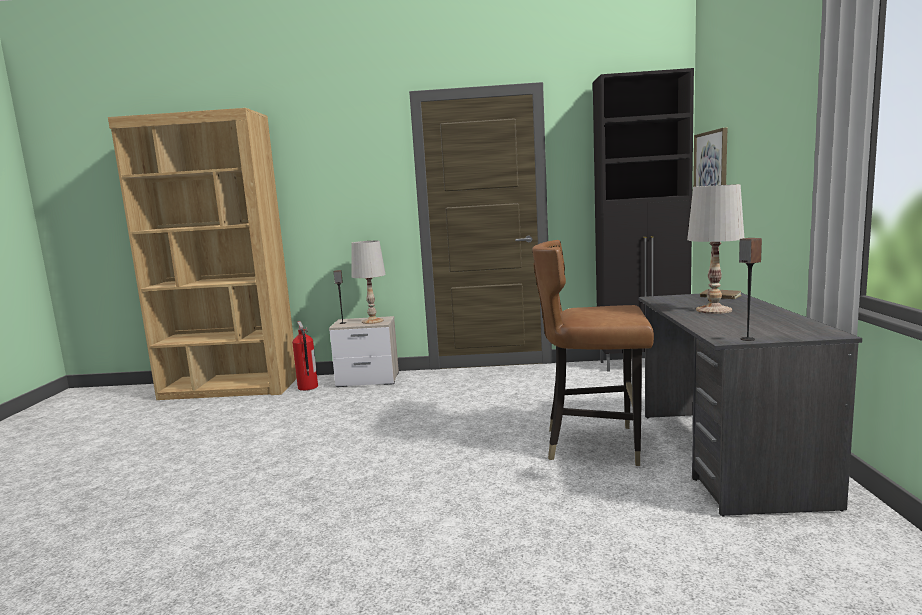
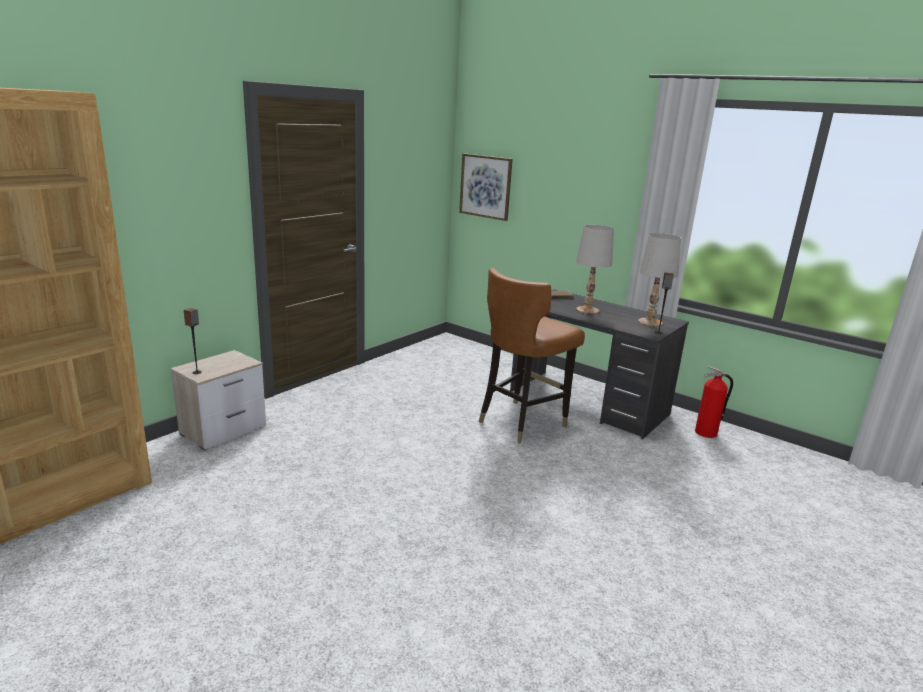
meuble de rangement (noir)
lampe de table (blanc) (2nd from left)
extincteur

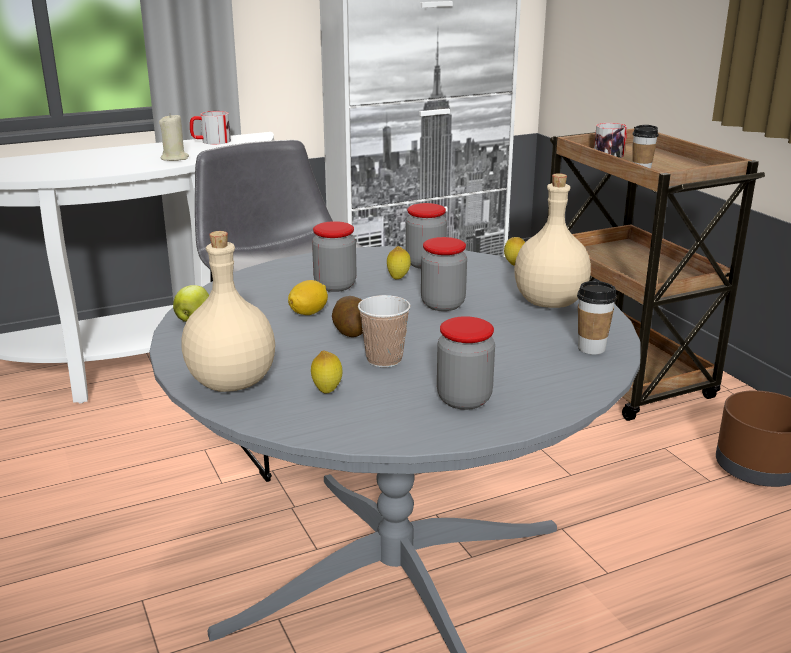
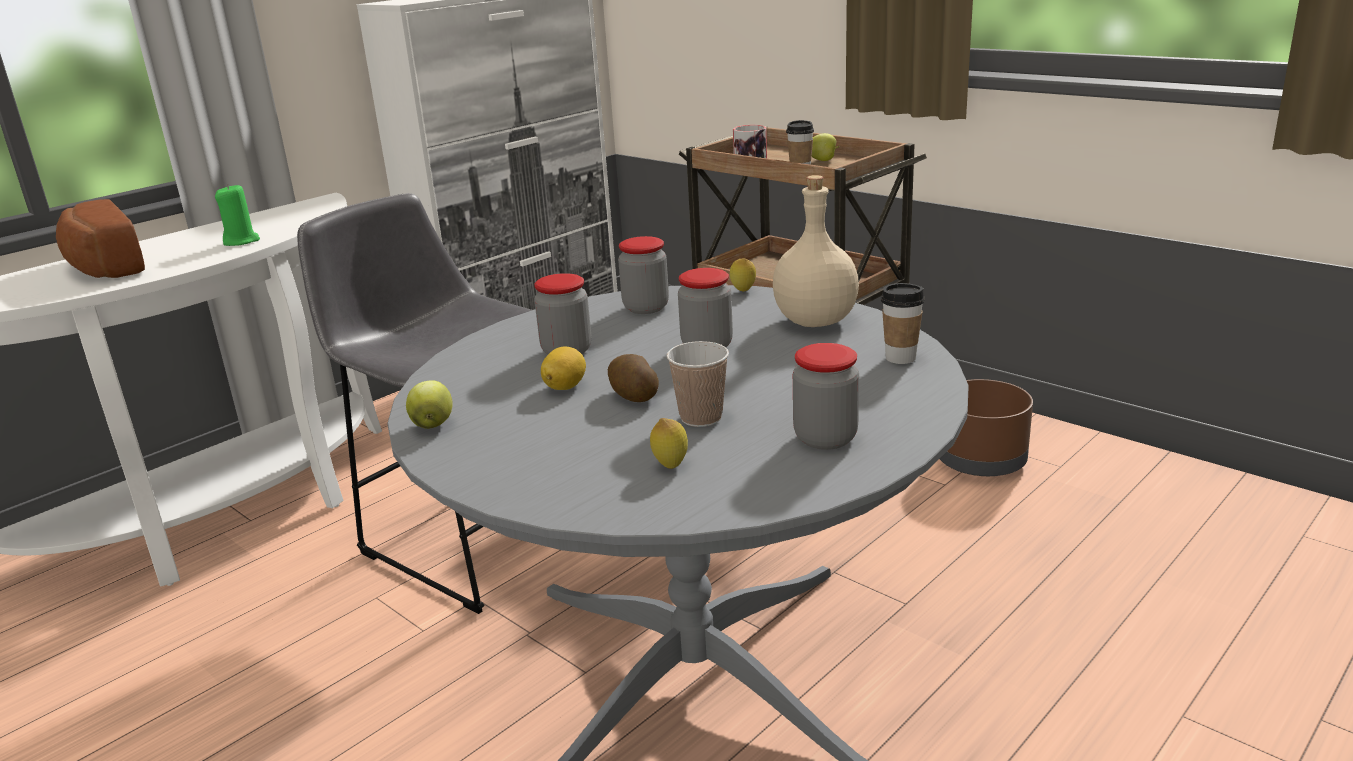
mug (1st from left in the first image)
bougie (vert)
bouteille (beige) (1st from left in the first image)
citron (3rd from left in the first image)
pomme (2nd from left)
pain

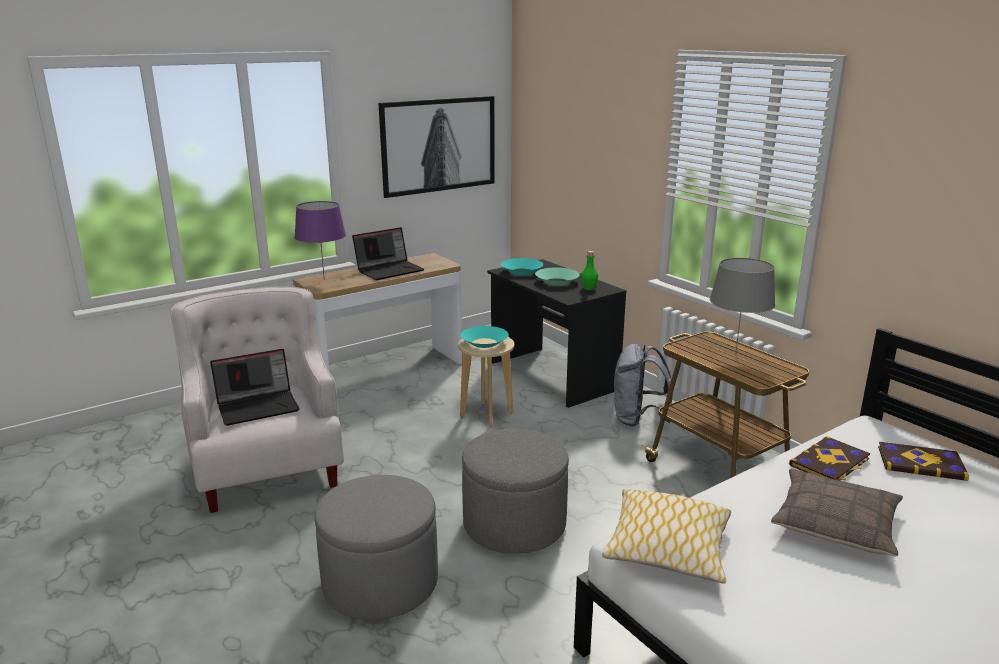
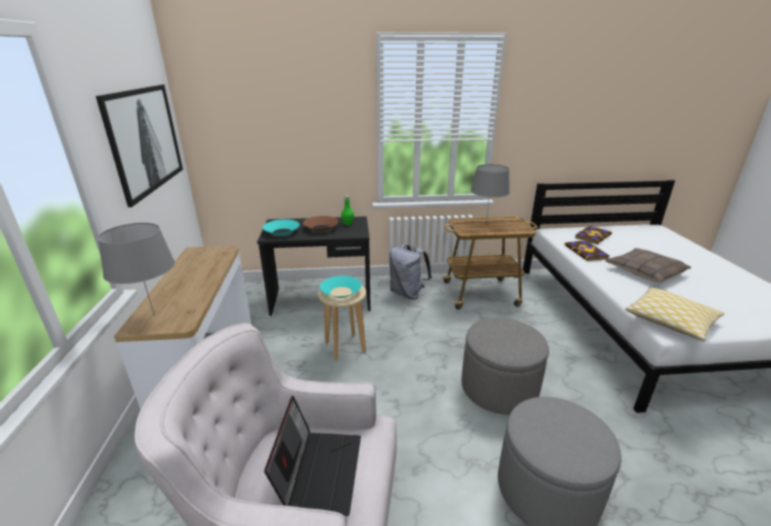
lampe de table (gris) (1st from left)
ordinateur portable (2nd from left in the first image)
bol (marron)

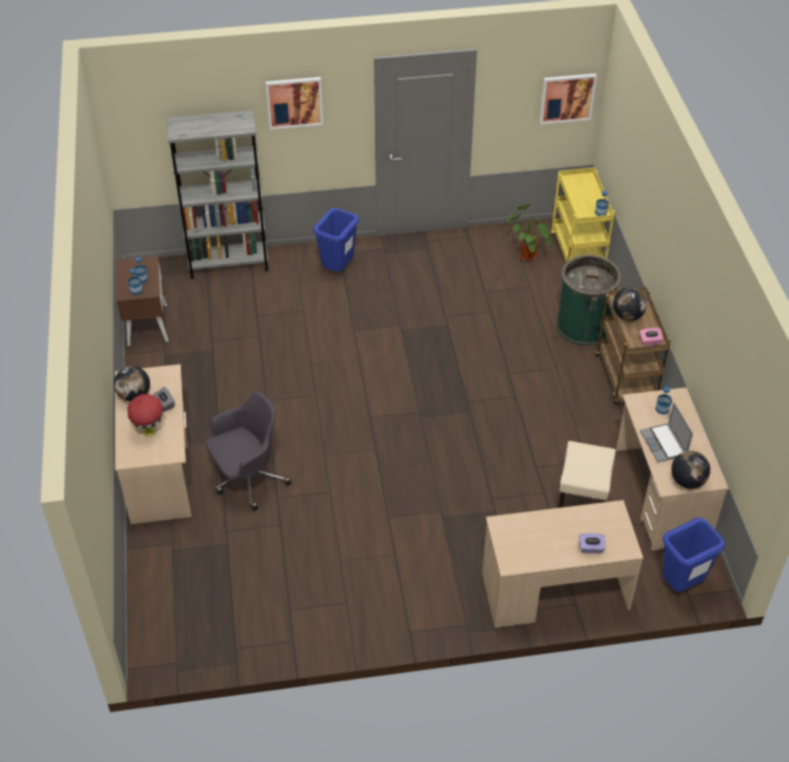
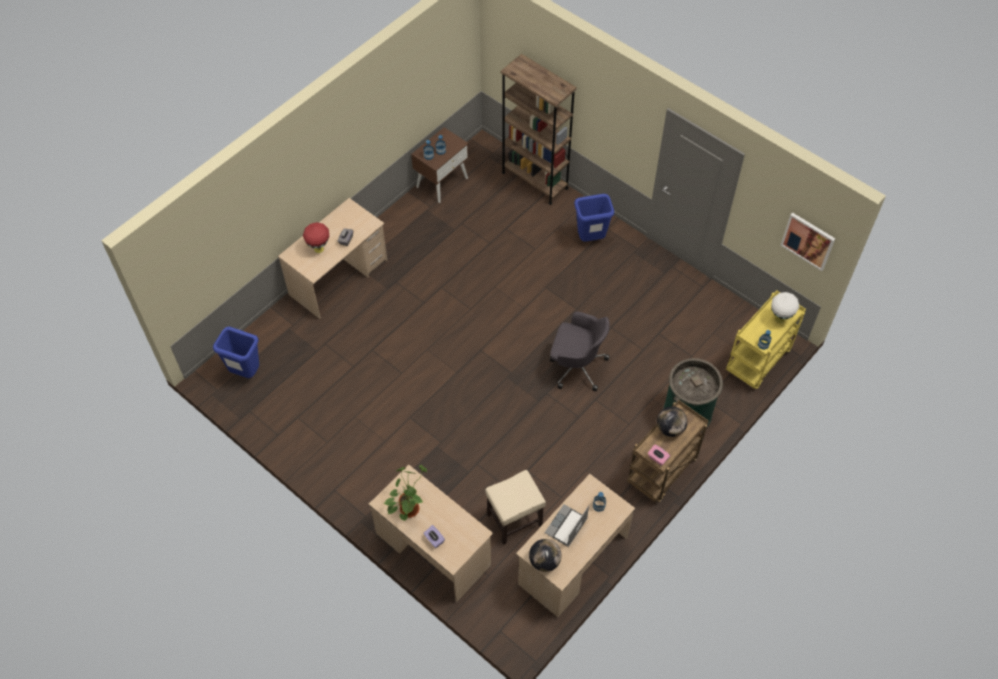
tableau (1st from left in the first image)
bibliothèque (marron)
plante en pot
globe (1st from left in the first image)
chaise de bureau (gris)
poubelle (bleu) (1st from left)
lampe de table (blanc)

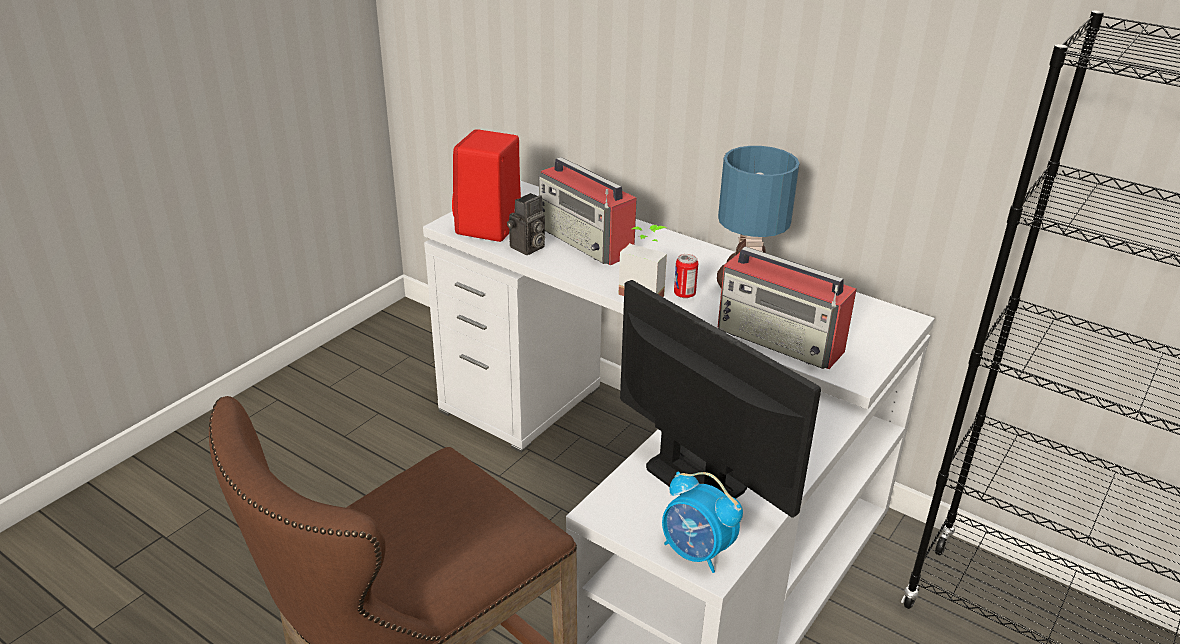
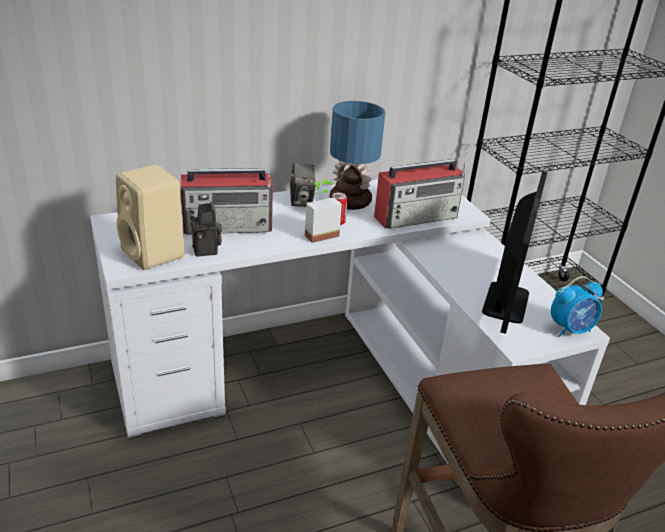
enceinte (beige)
écran d'ordinateur
appareil photo (2nd from left)

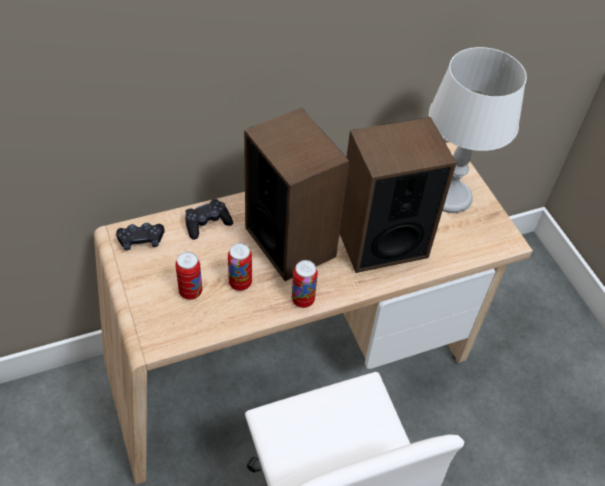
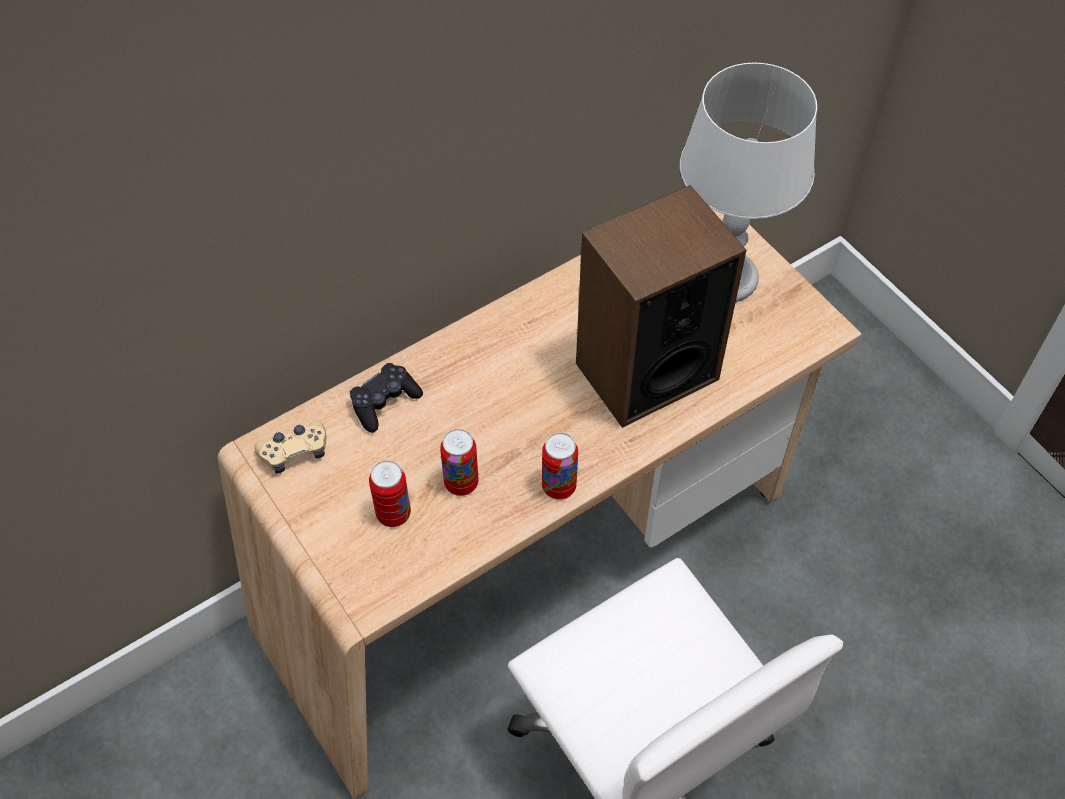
enceinte (1st from left in the first image)
manette (beige)

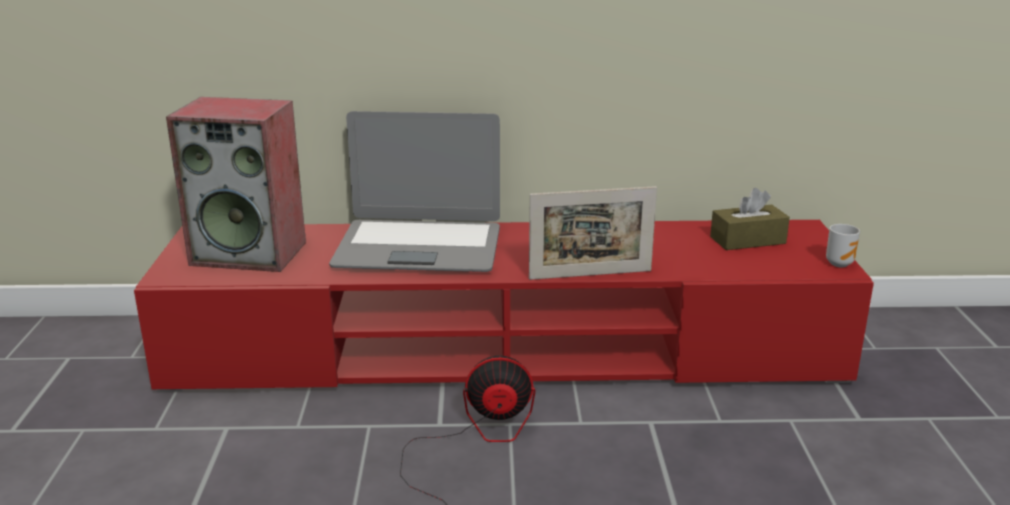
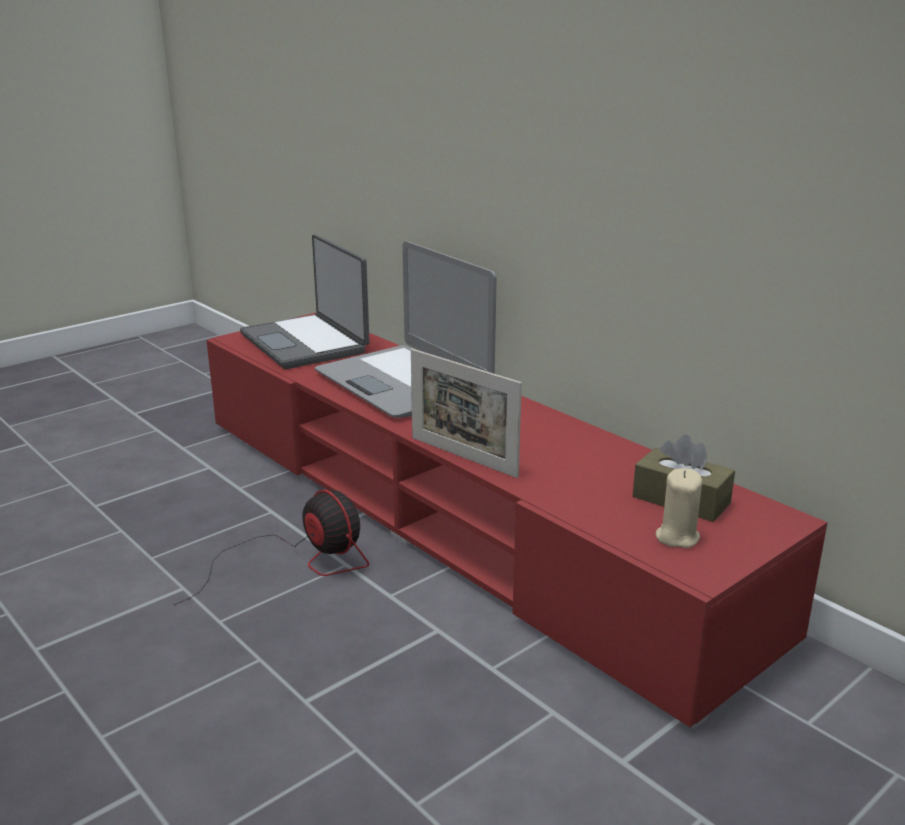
ordinateur portable (1st from left)
mug
bougie (beige)

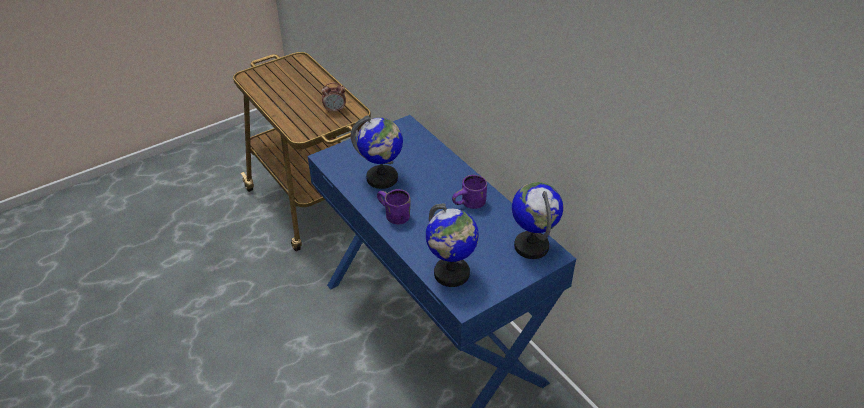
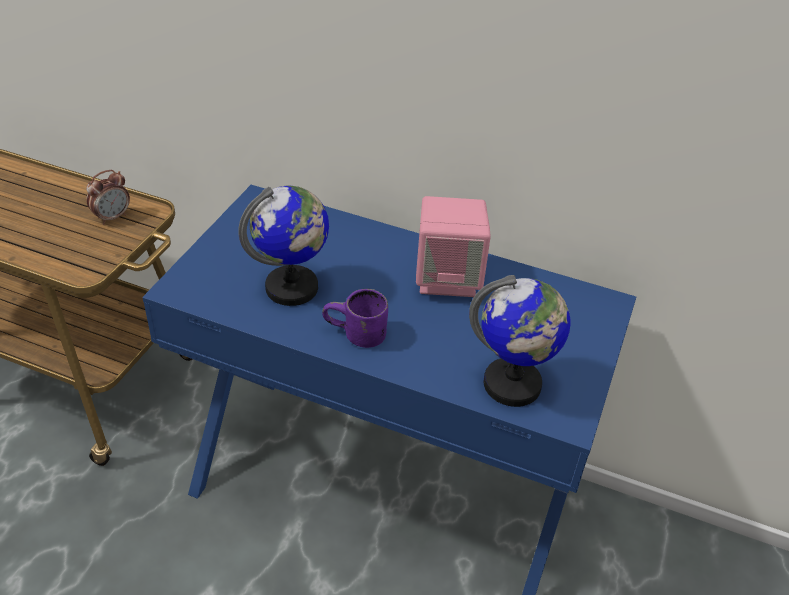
enceinte (rose)
globe (3rd from left in the first image)

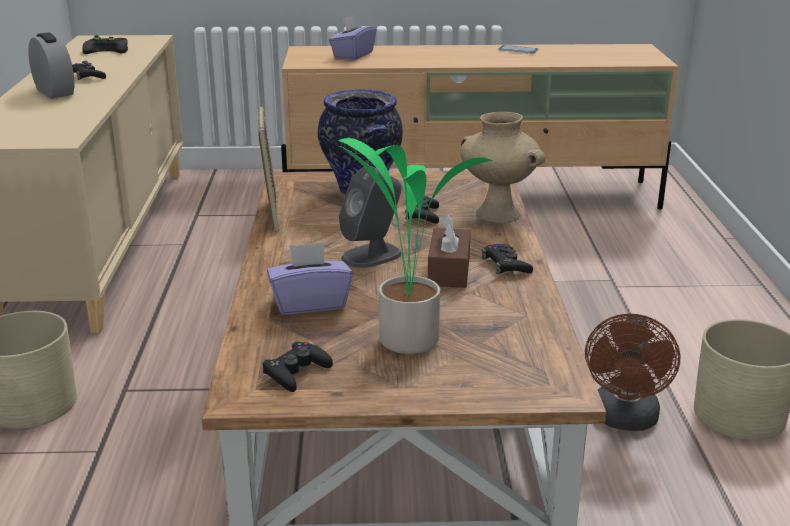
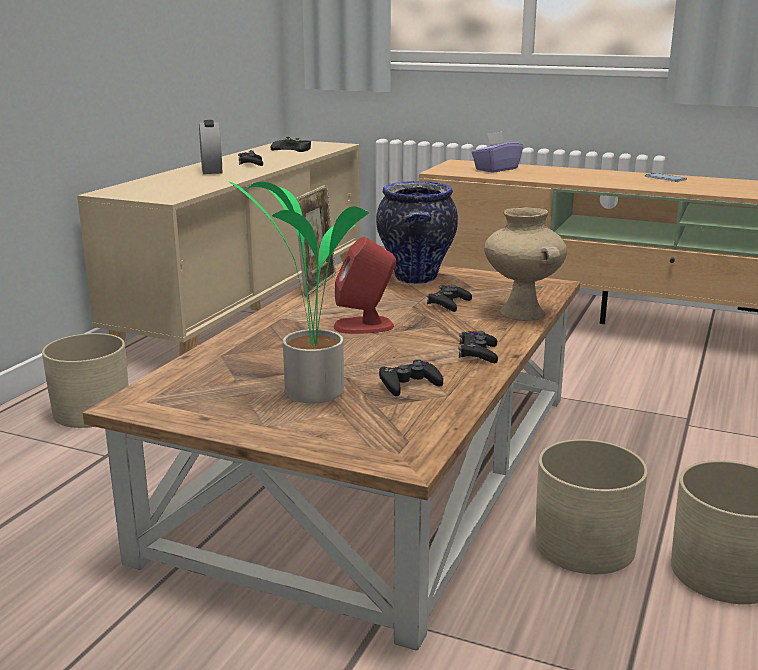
enceinte (rouge)
boîte à mouchoirs (marron)
boîte à mouchoirs (violet) (1st from left in the first image)
cache-pot (beige) (2nd from left)
manette (noir) (3rd from left)

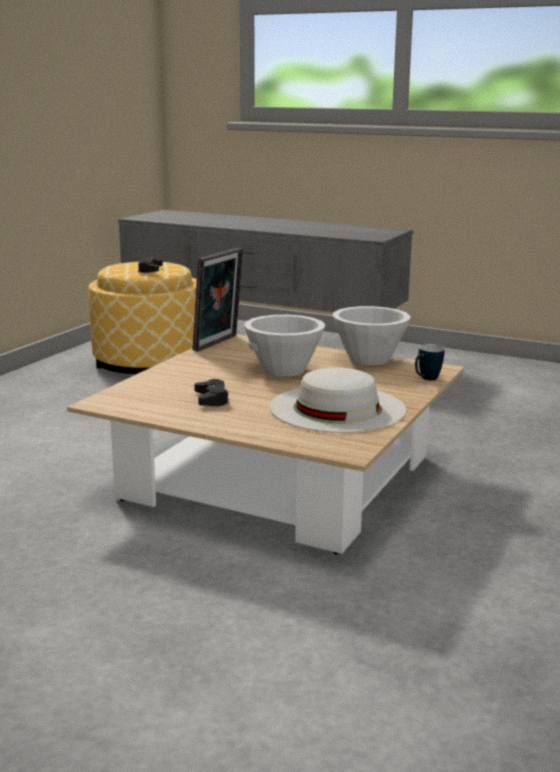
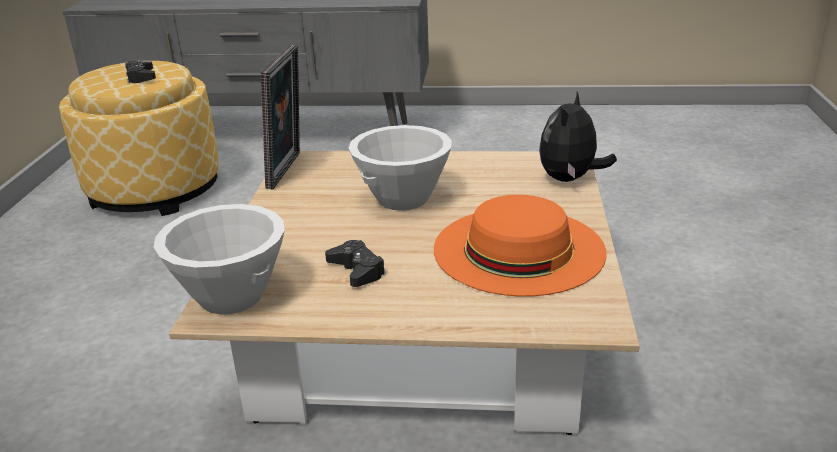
bol (blanc) (1st from left)
peluche
chapeau (orange)

